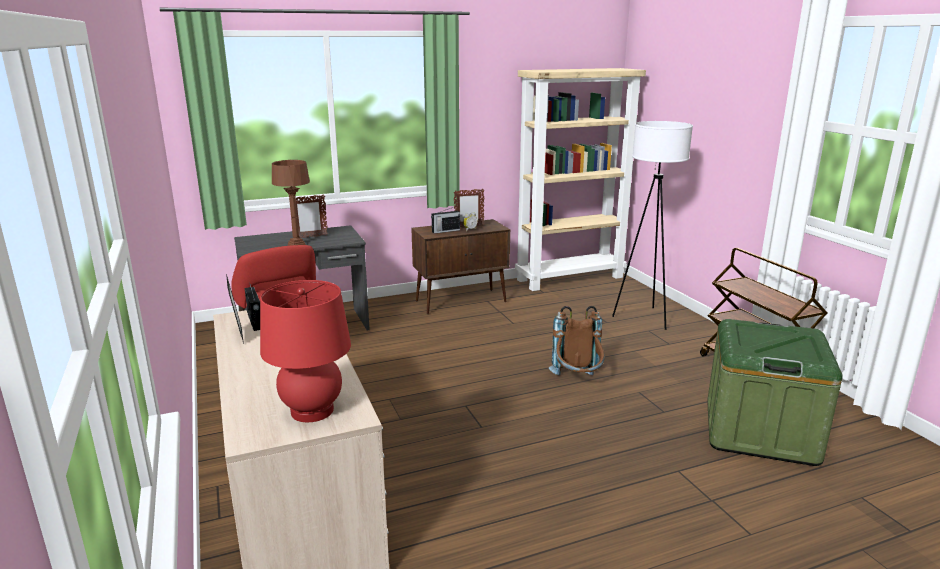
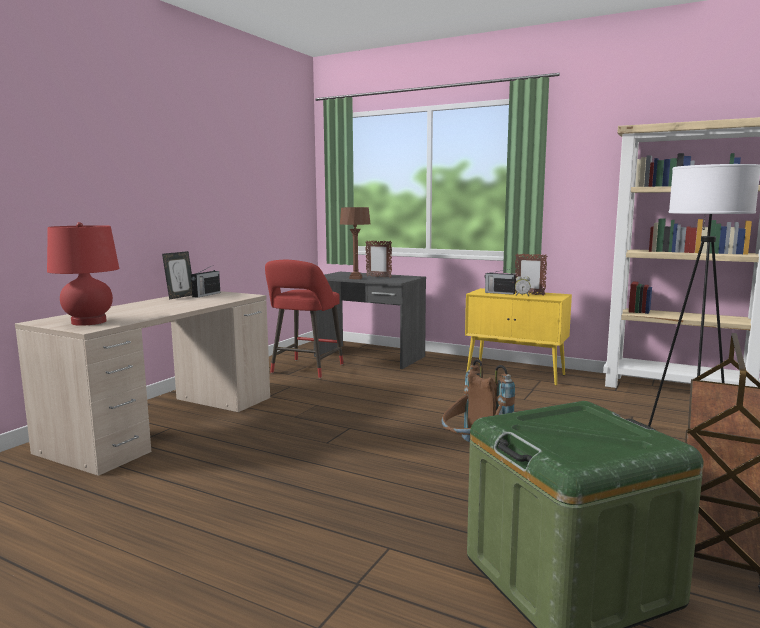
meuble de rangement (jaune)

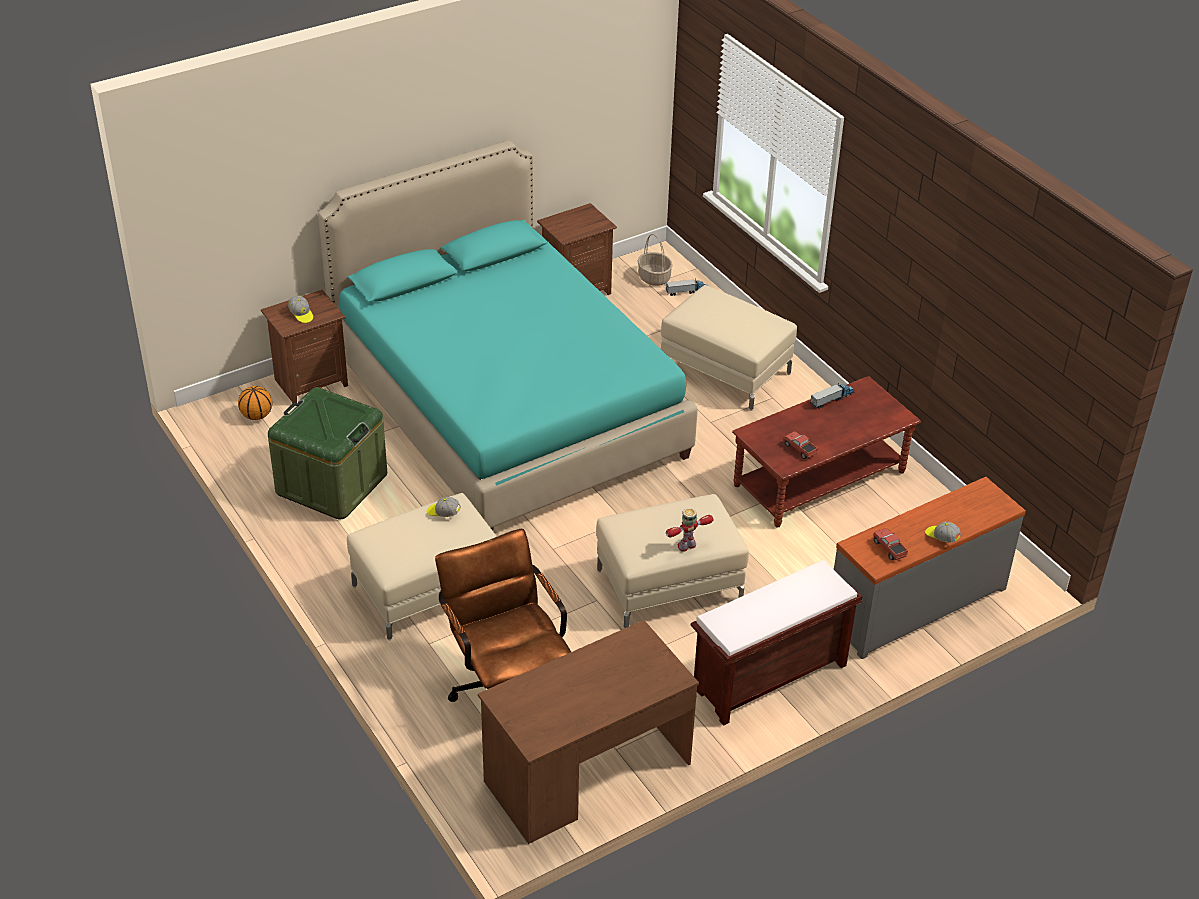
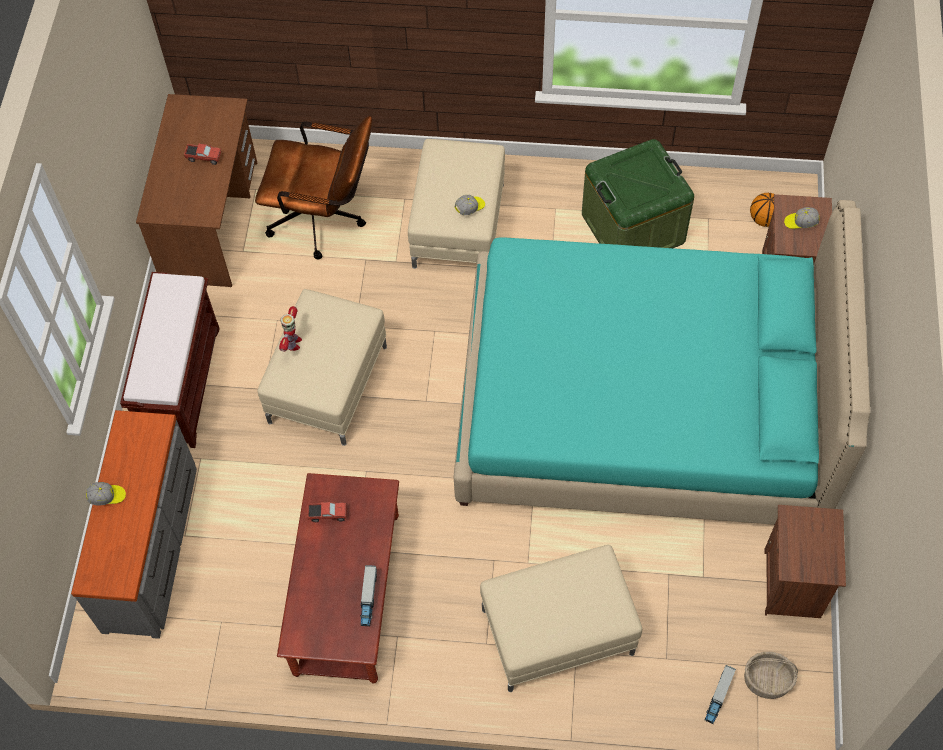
camion jouet (1st from left)

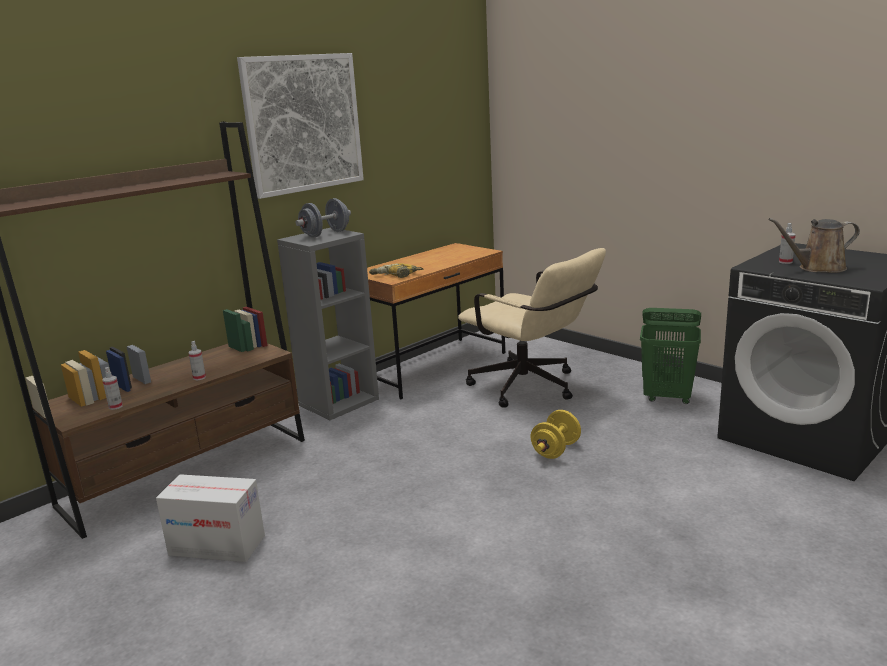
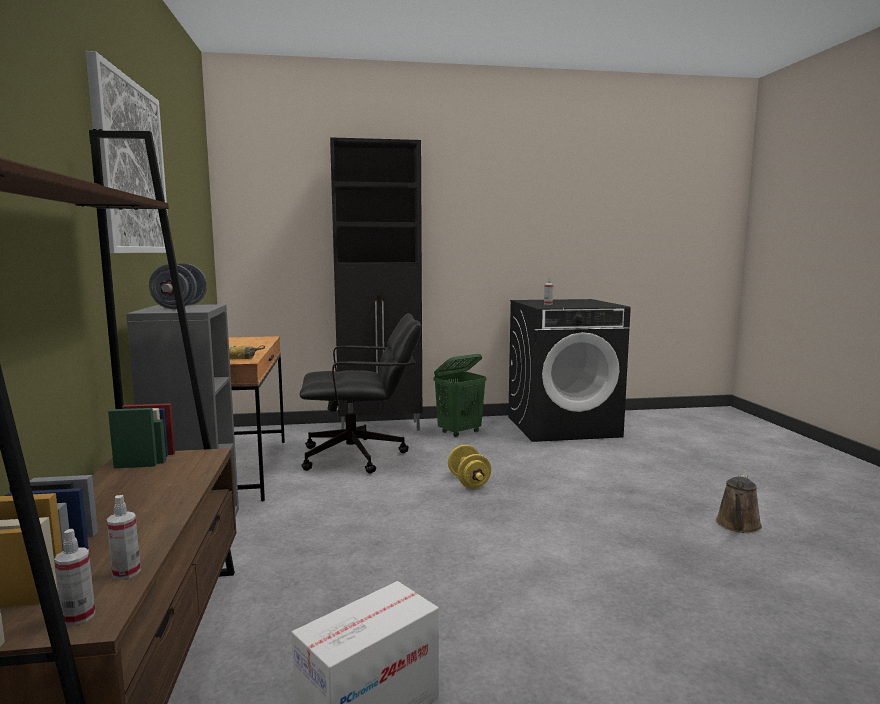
arrosoir (marron)
chaise de bureau (noir)
vaporisateur (1st from left)
meuble de rangement (noir)

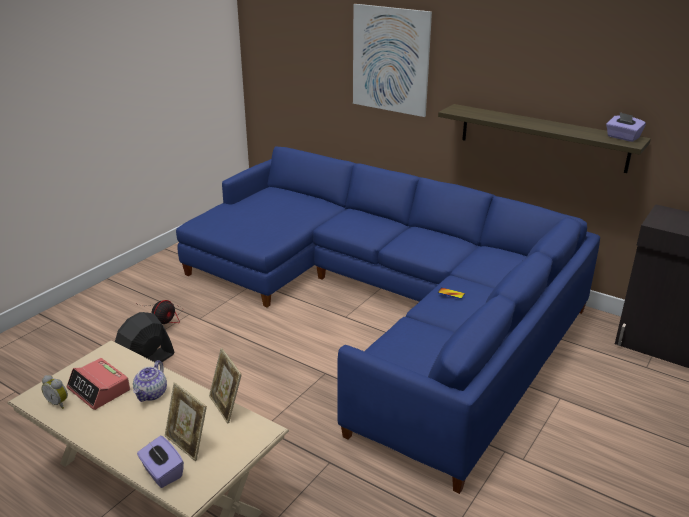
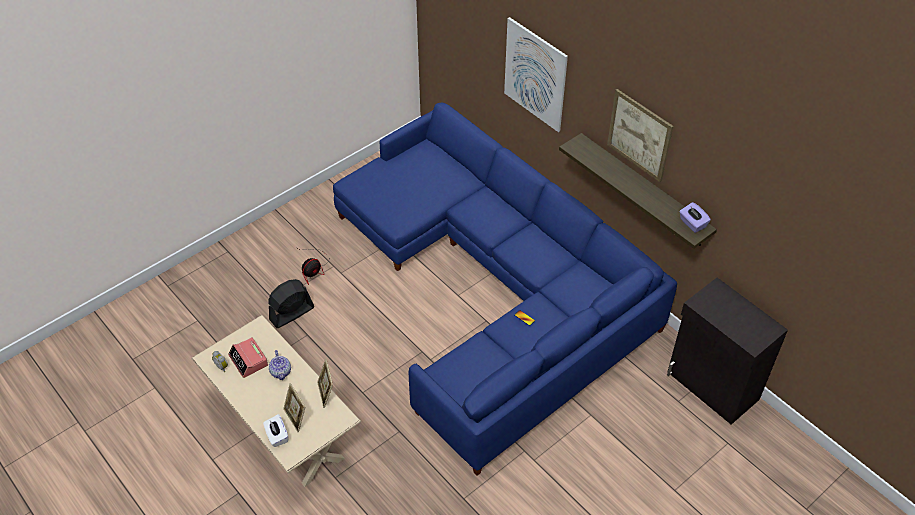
théière
boîte à mouchoirs (blanc)
tableau (2nd from left)

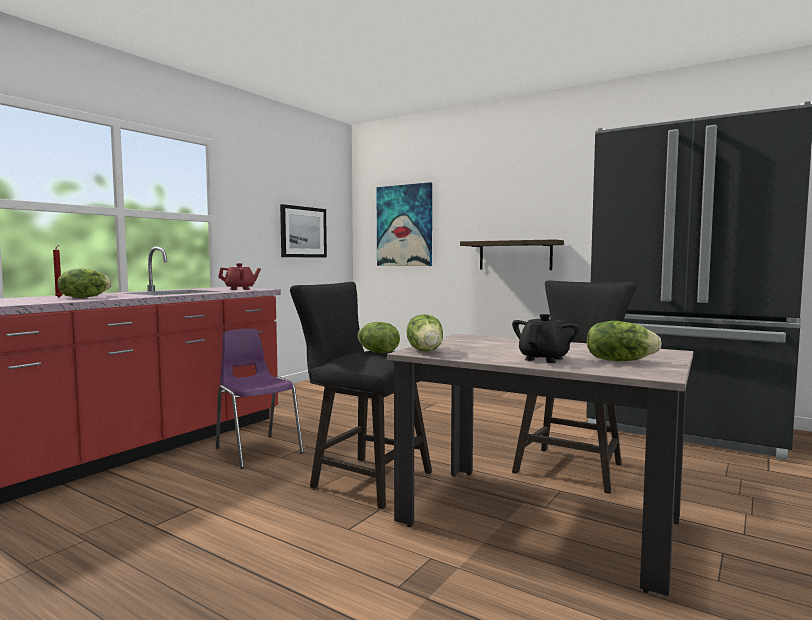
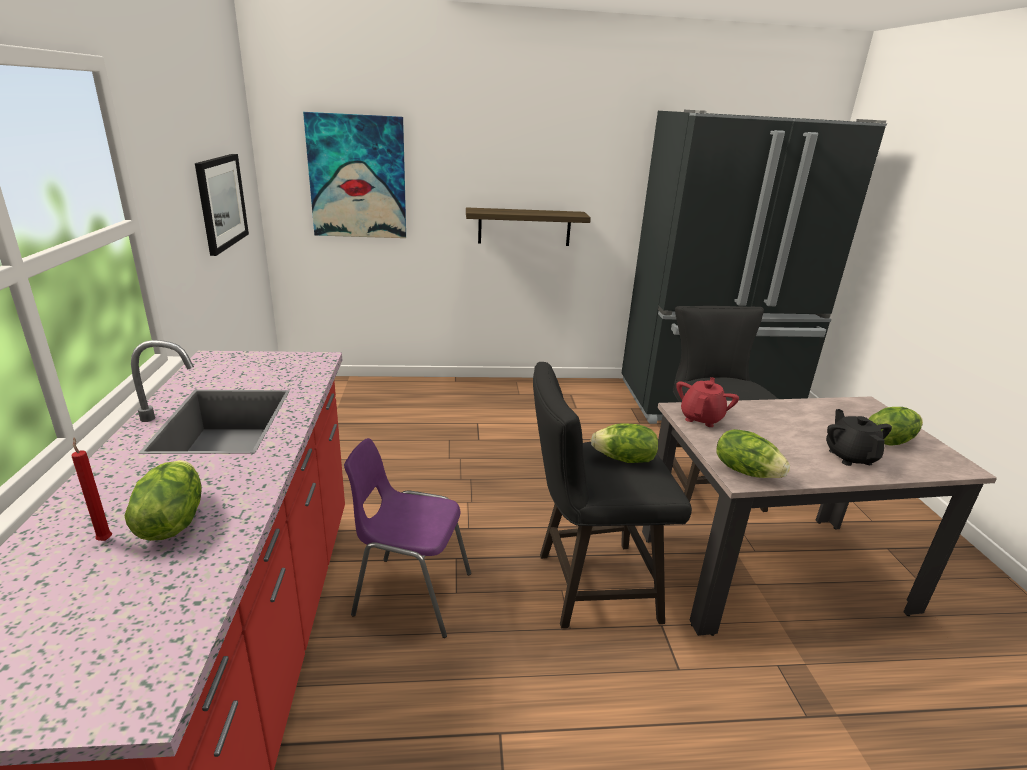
théière (rouge)

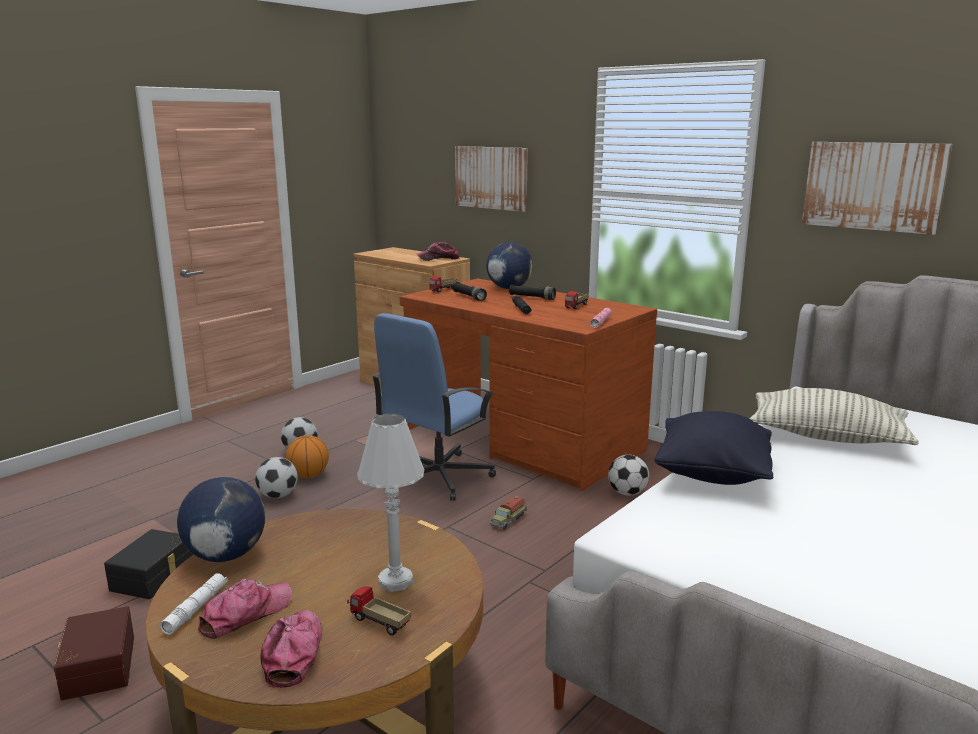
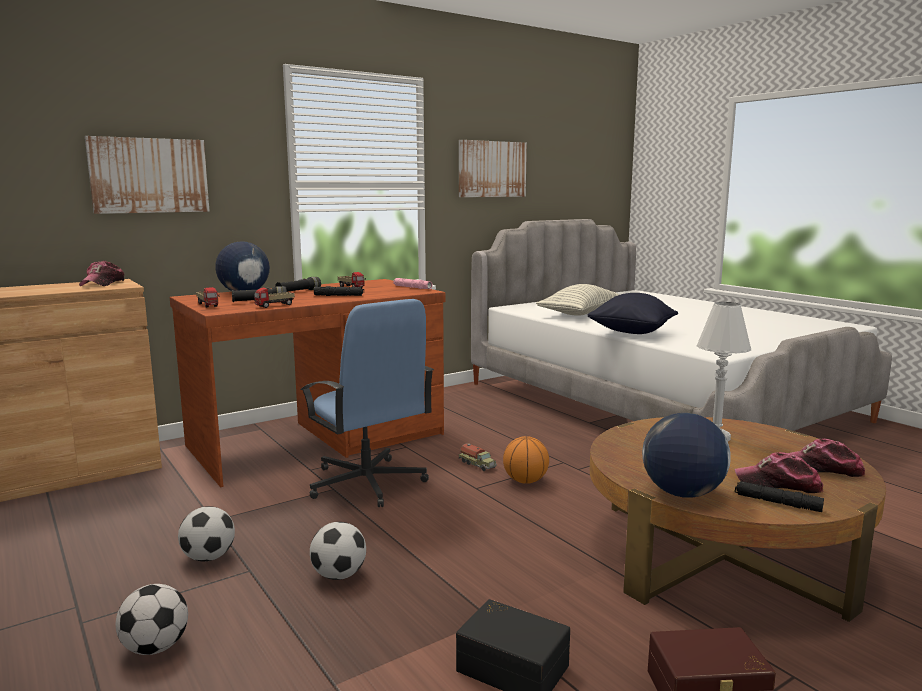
ballon de basket
ballon de foot (1st from left)
lampe de poche (noir) (4th from left)
casquette (2nd from left)
camion jouet (2nd from left)

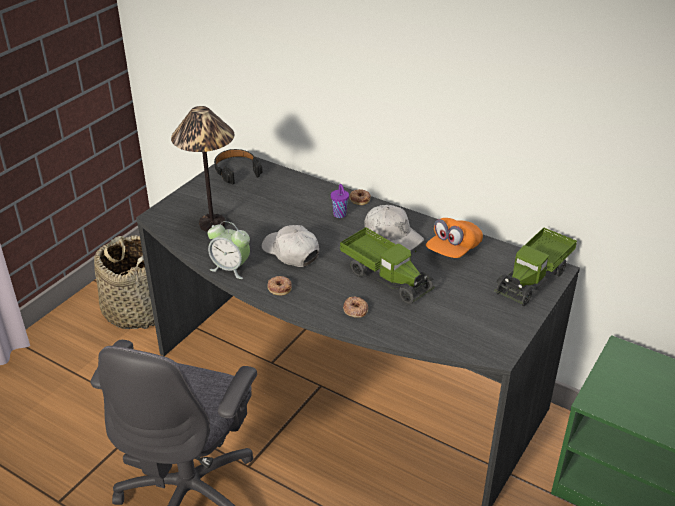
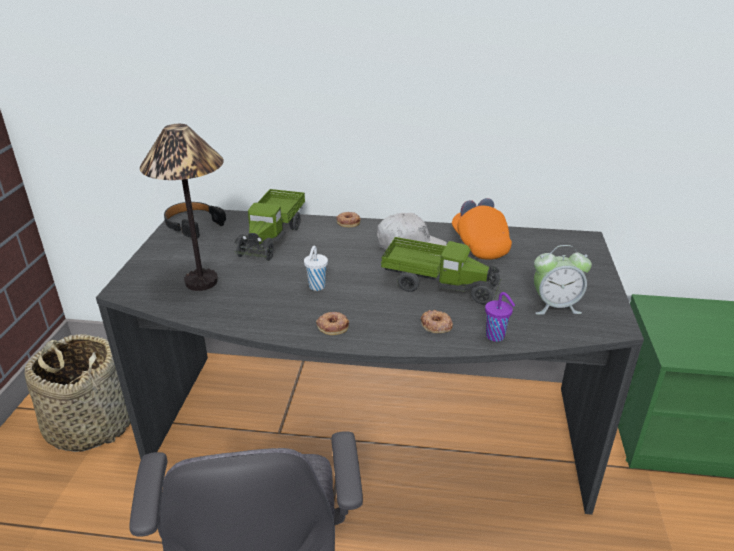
tasse (violet)
casquette (orange)
réveil
tasse (blanc)
camion jouet (1st from left)

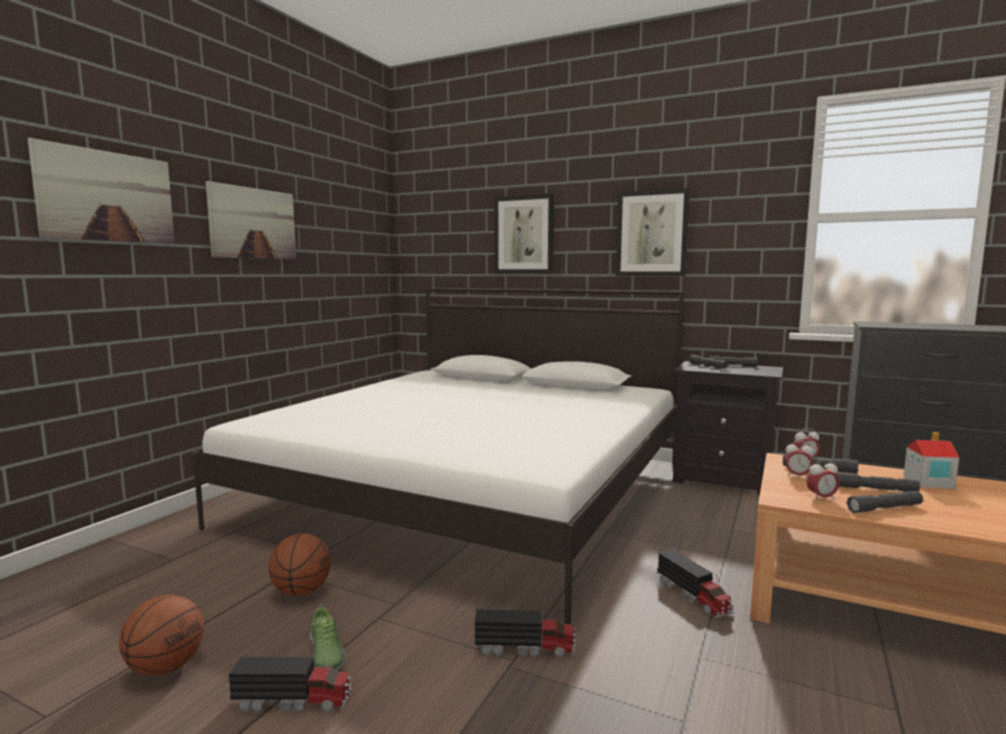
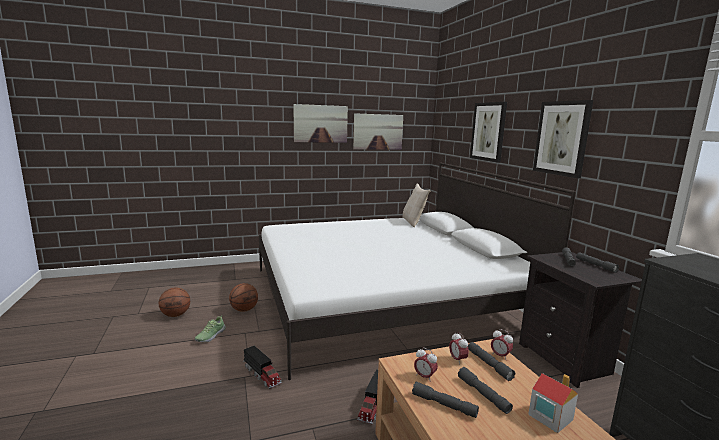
tableau (2nd from left)
camion jouet (1st from left in the first image)
coussin (beige)

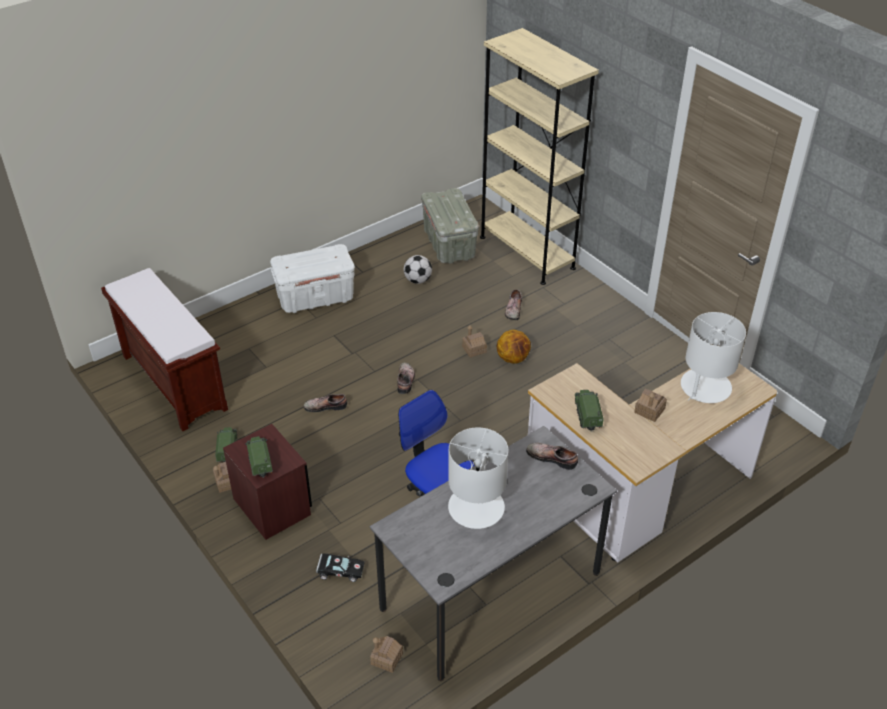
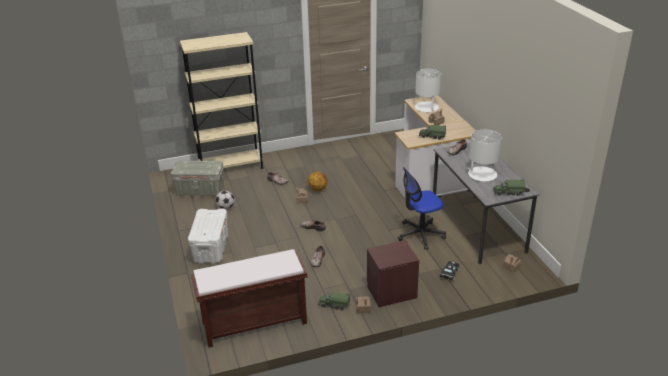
camion jouet (3rd from left)

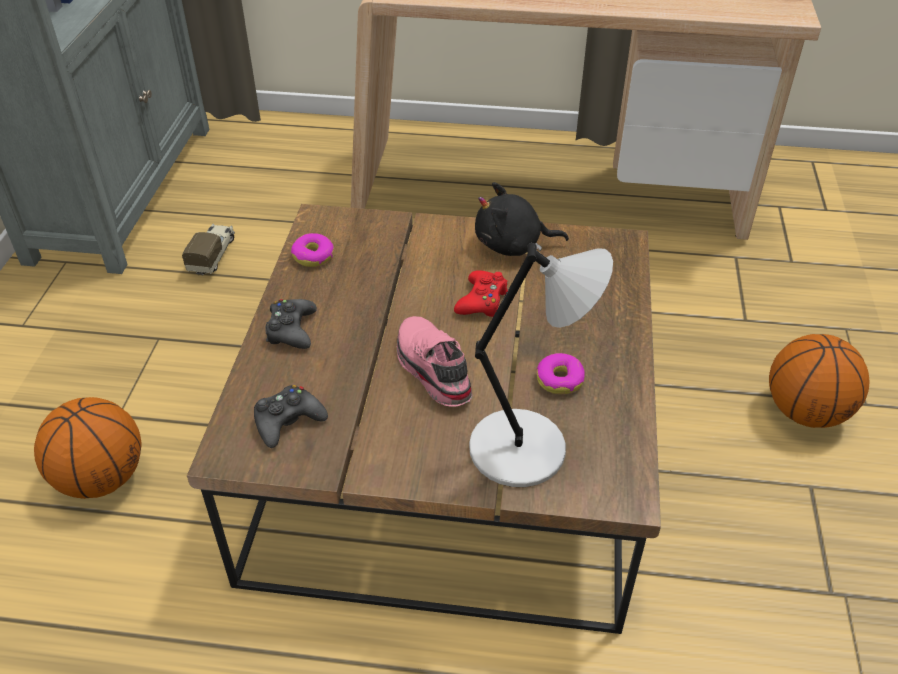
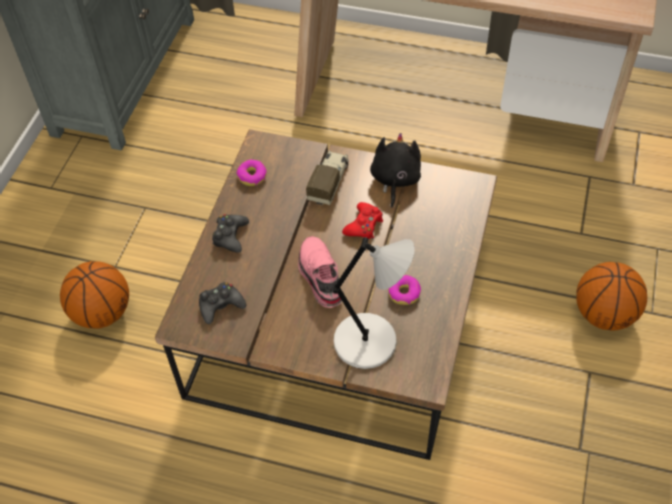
peluche (noir)
camion jouet

